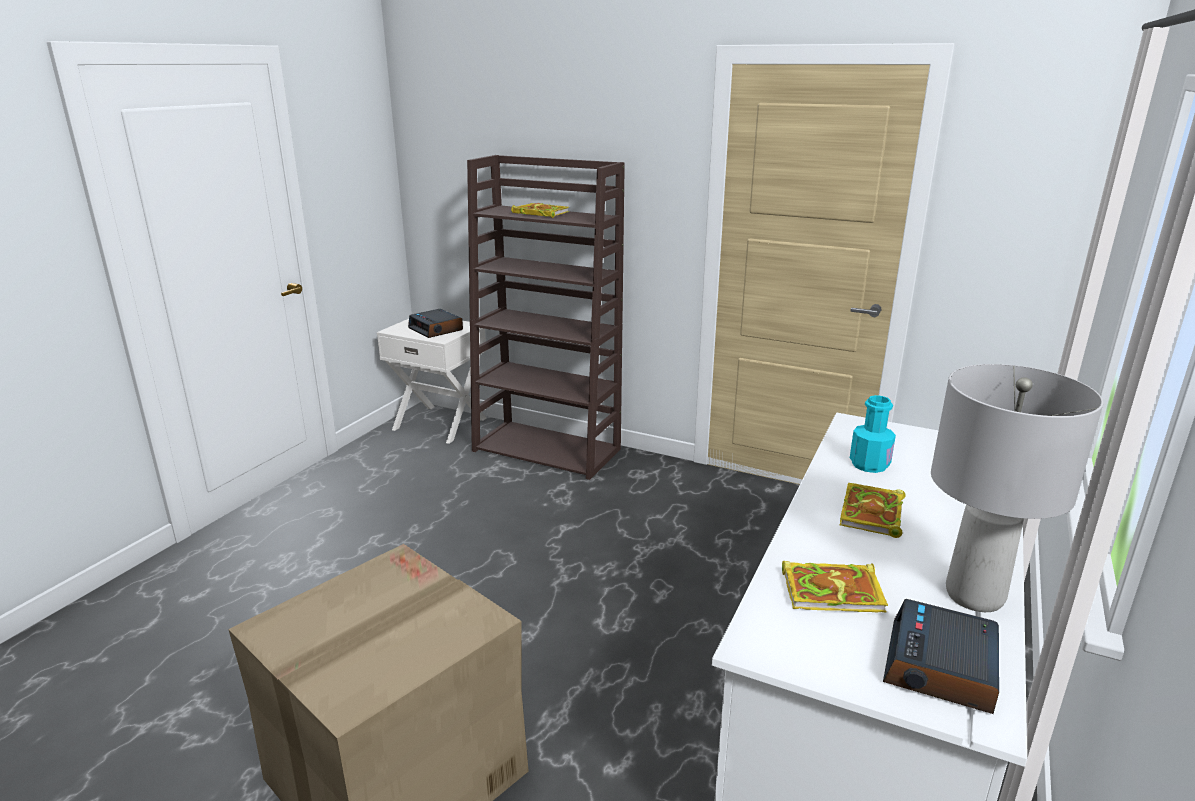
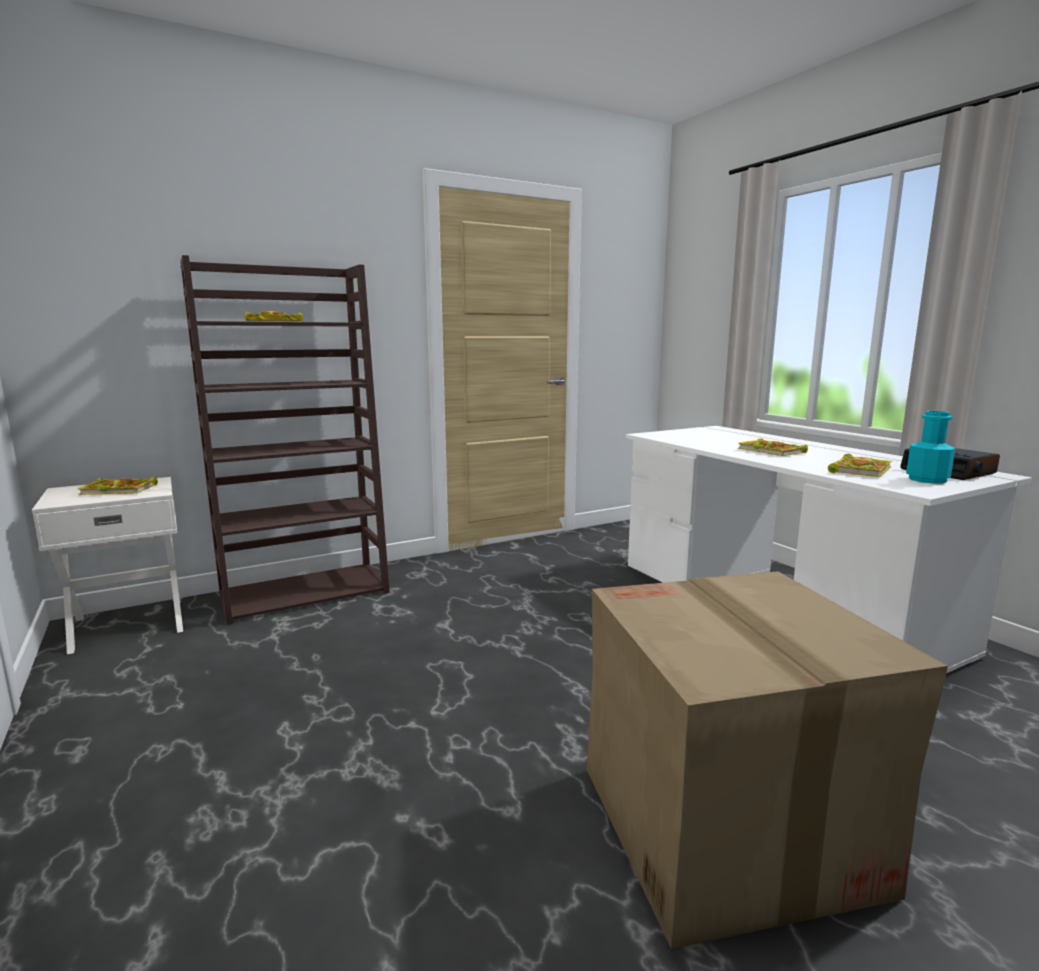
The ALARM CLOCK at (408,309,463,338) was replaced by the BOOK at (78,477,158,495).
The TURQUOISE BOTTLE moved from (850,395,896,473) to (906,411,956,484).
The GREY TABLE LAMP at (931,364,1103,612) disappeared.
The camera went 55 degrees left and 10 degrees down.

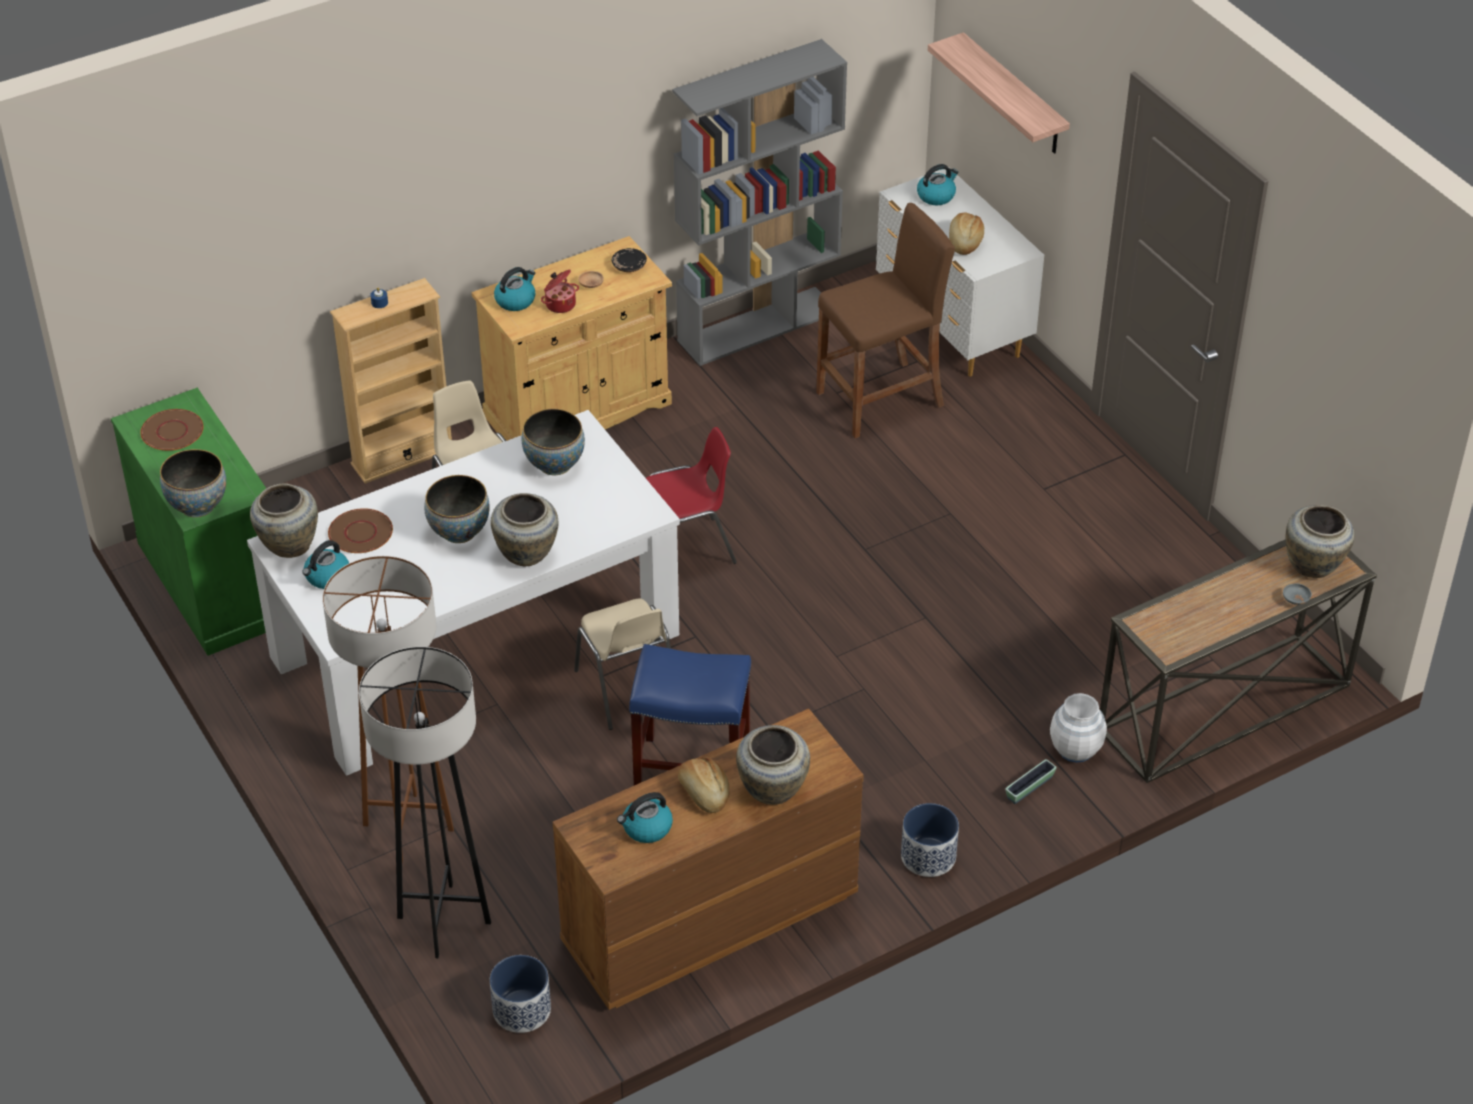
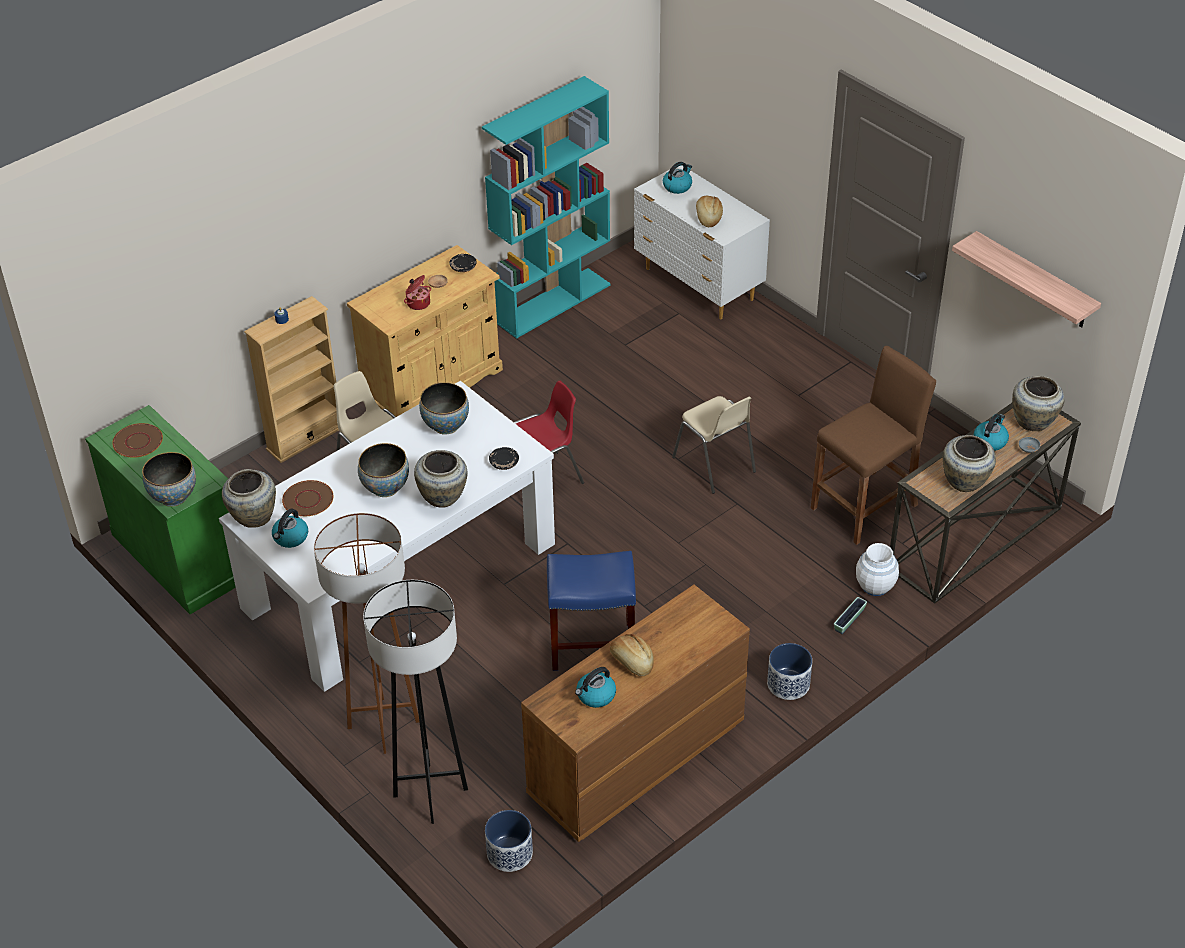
The KETTLE moved from (494,267,535,311) to (974,414,1009,451).
The BEIGE CHAIR moved from (574,599,671,730) to (672,396,756,494).
The GREY BOOKCASE at (672,39,847,366) became the TURQUOISE BOOKCASE at (482,76,611,339).
The BEIGE VASE moved from (736,725,810,805) to (943,435,996,492).
The BROWN STOOL moved from (816,203,955,438) to (811,346,936,545).
The SHELF moved from (928,32,1070,154) to (952,231,1101,328).
The BLACK PLATE at (489,447,519,470) appeared.
The camera went 10 degrees left and 0 degrees up.

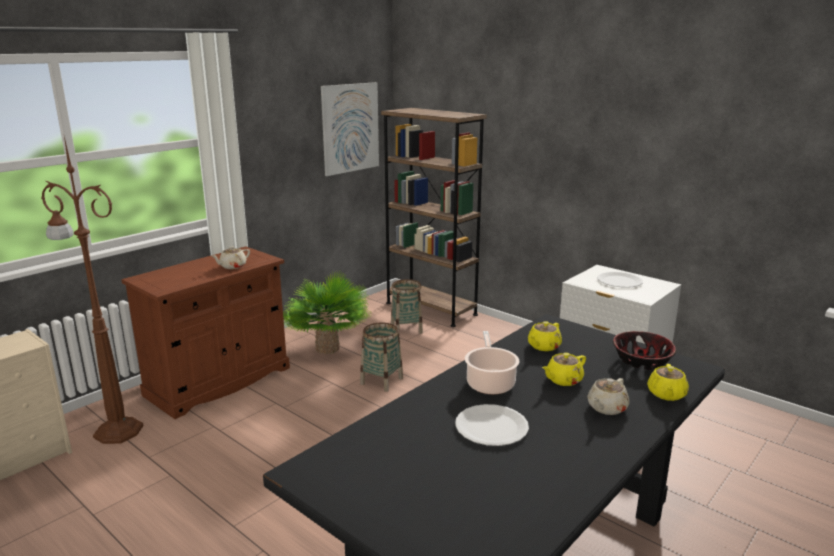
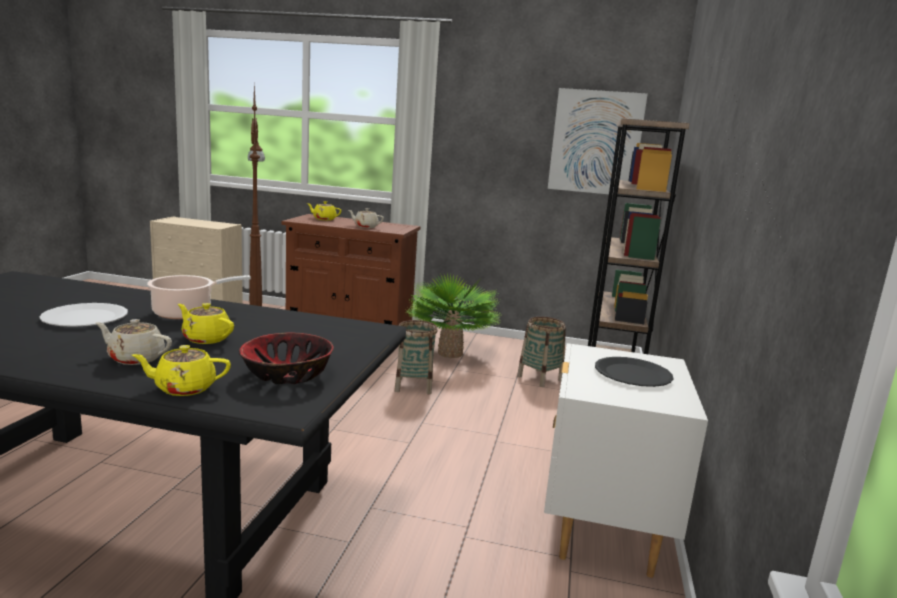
The YELLOW TEAPOT moved from (528,321,562,351) to (307,201,341,220).
The WHITE PLATE at (597,272,643,288) became the BLACK PLATE at (595,357,674,387).
The camera went 60 degrees right and 5 degrees down.

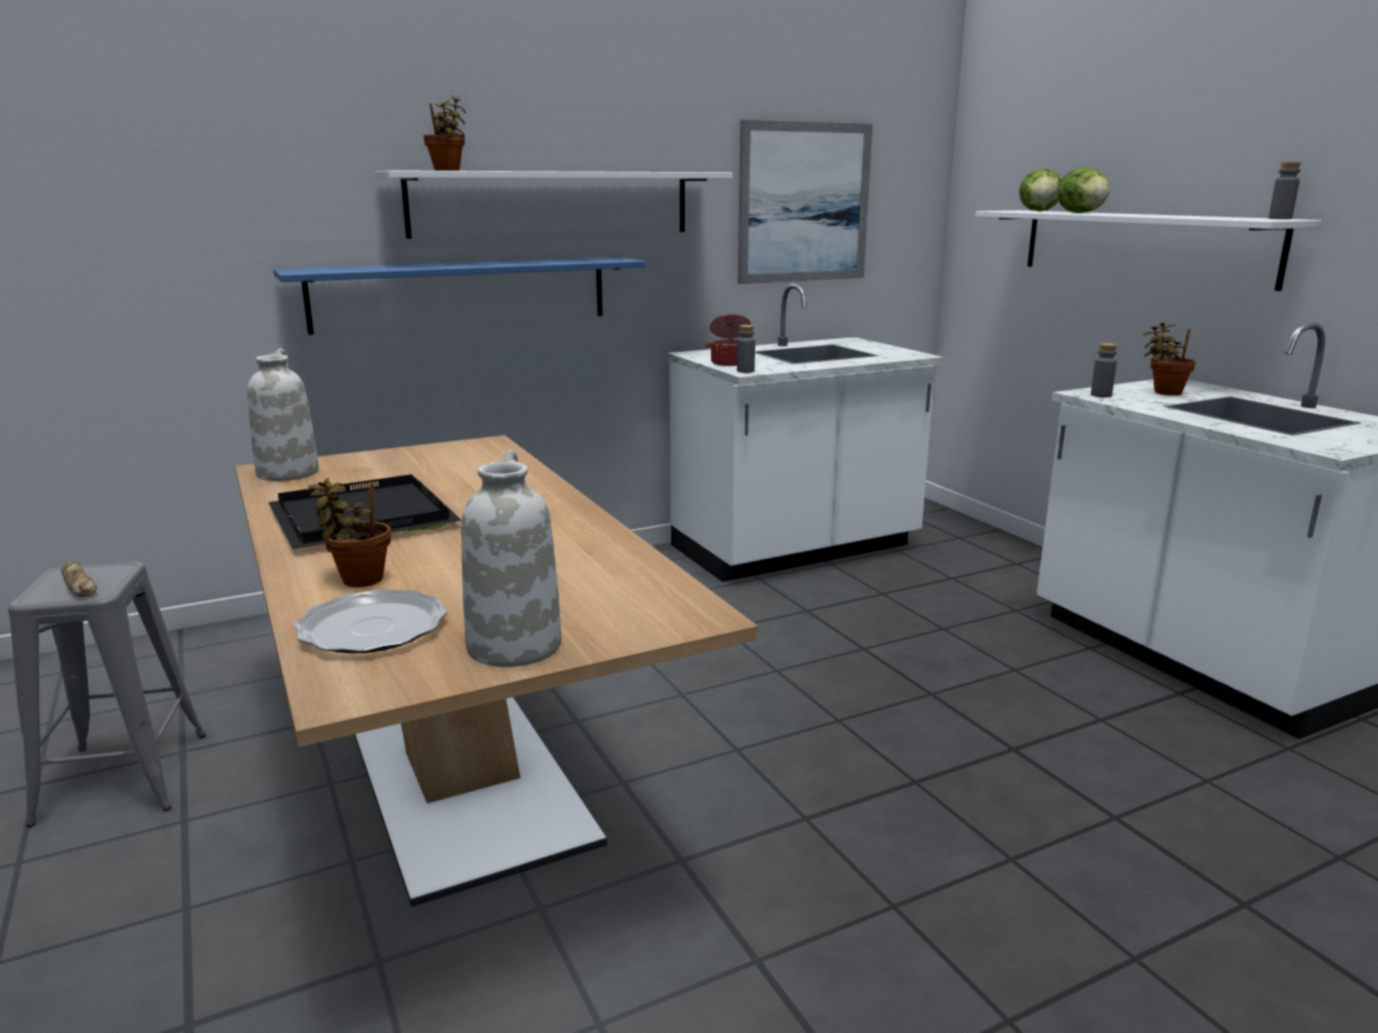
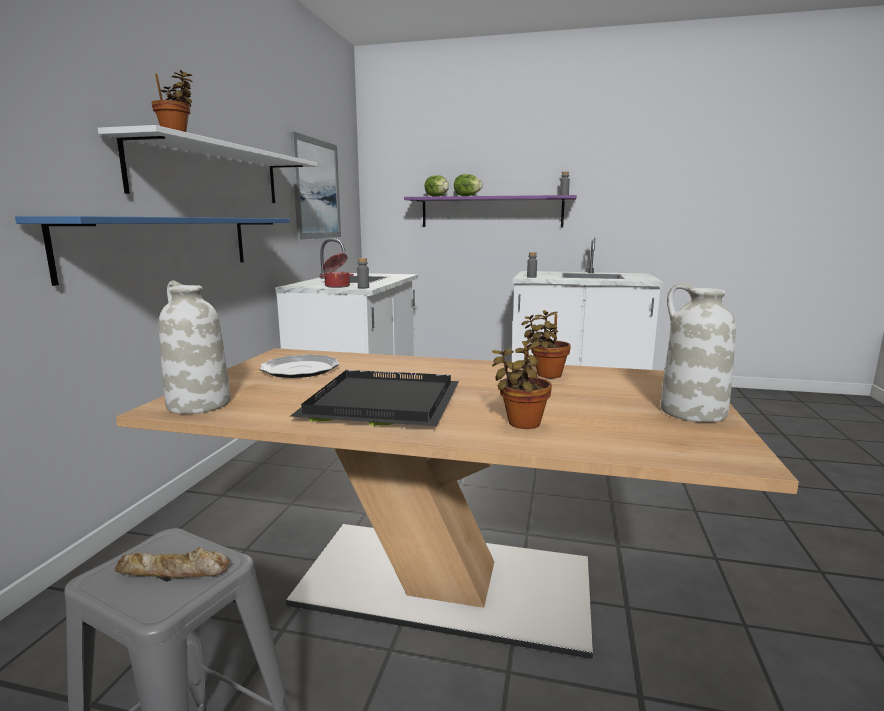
The PLATE moved from (294,589,447,654) to (260,354,339,378).
The WHITE SHELF at (975,210,1321,291) became the PURPLE SHELF at (404,195,577,227).
The POTTED PLANT moved from (1143,322,1196,395) to (522,310,571,378).
The camera went 50 degrees left and 5 degrees down.

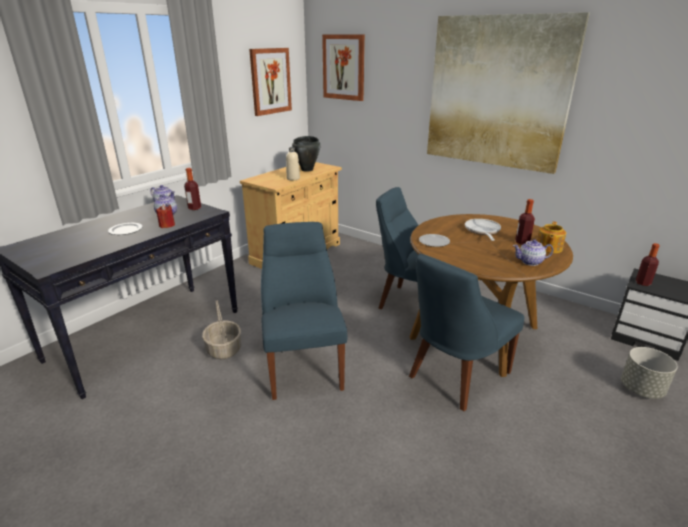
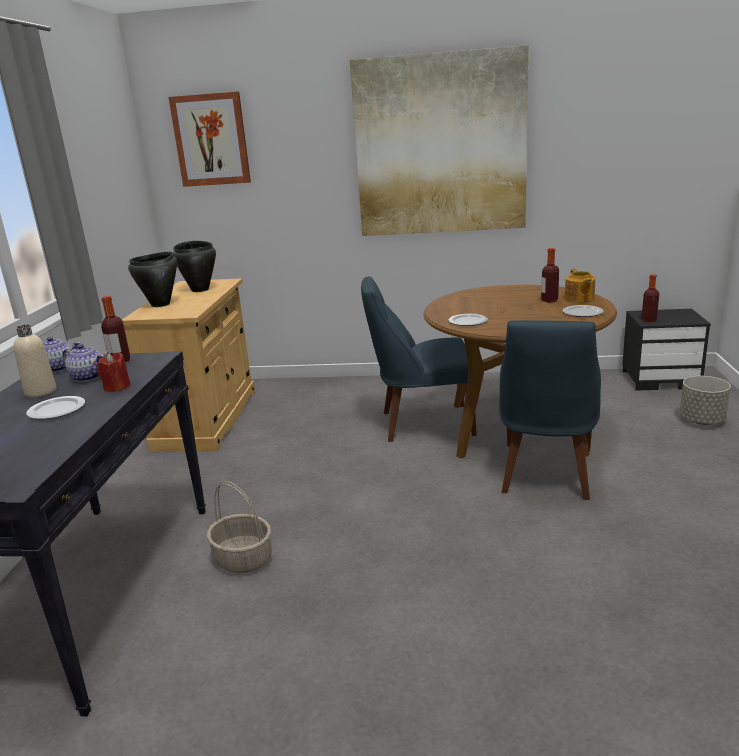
The PICTURE at (249,48,292,116) disappeared.
The BLUE CHAIR at (261,222,347,400) disappeared.
The BEIGE BOTTLE moved from (286,147,300,180) to (14,324,56,397).
The FRYING PAN at (465,219,501,241) disappeared.
The TEAPOT at (513,239,554,266) was replaced by the PLATE at (563,305,603,317).
The BLACK COOKING POT at (128,251,177,307) appeared.
The camera went 30 degrees left and 5 degrees down.

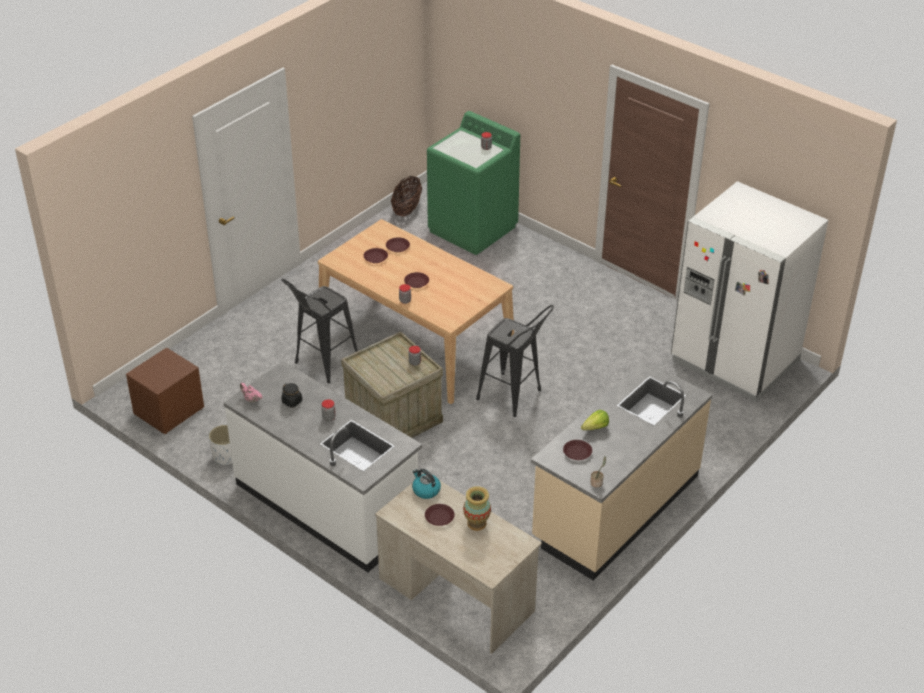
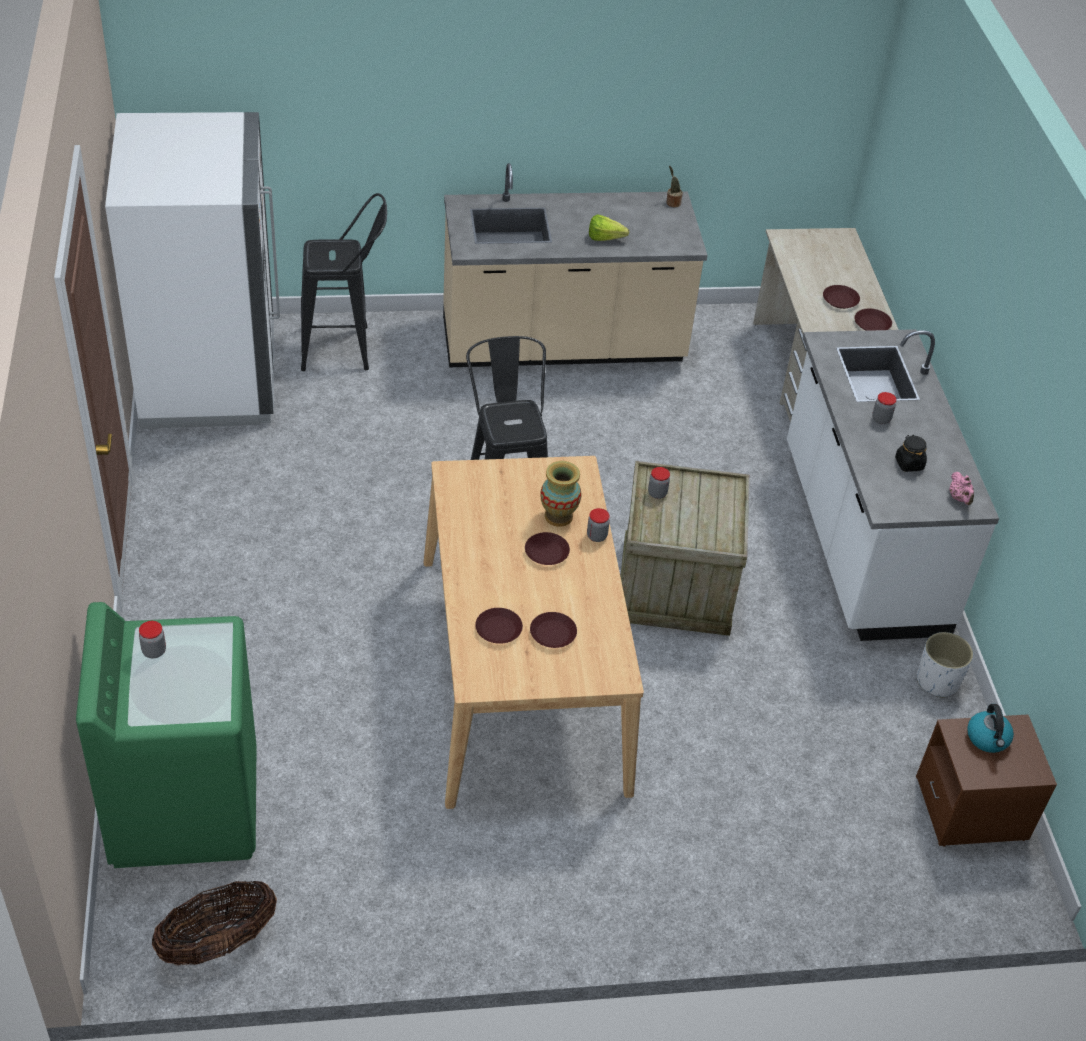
The BLACK STOOL moved from (281,278,358,383) to (301,193,387,371).
The KETTLE moved from (412,469,441,499) to (967,704,1014,753).
The VASE moved from (463,486,491,531) to (540,461,581,527).
The BROWN PLATE moved from (563,440,592,460) to (854,308,892,331).
The camera went 140 degrees left and 5 degrees up.

